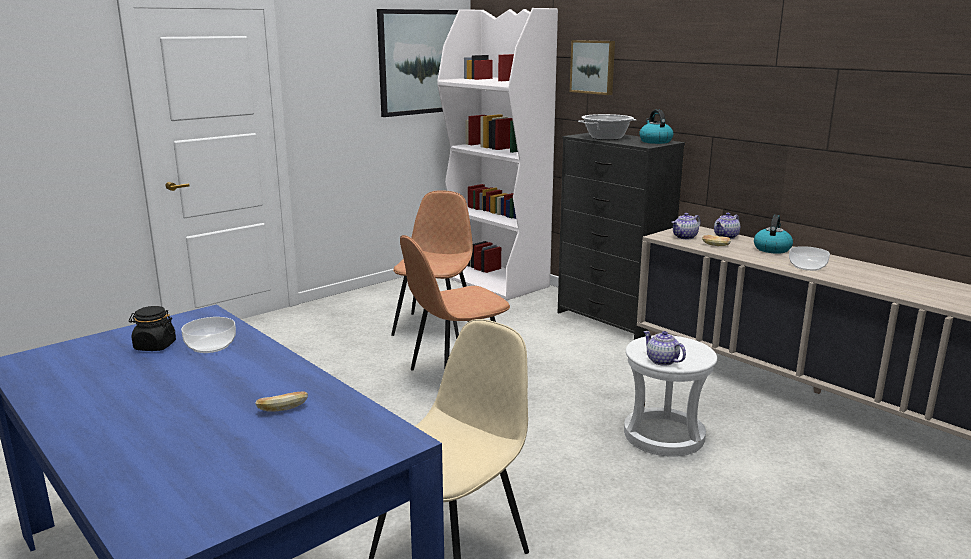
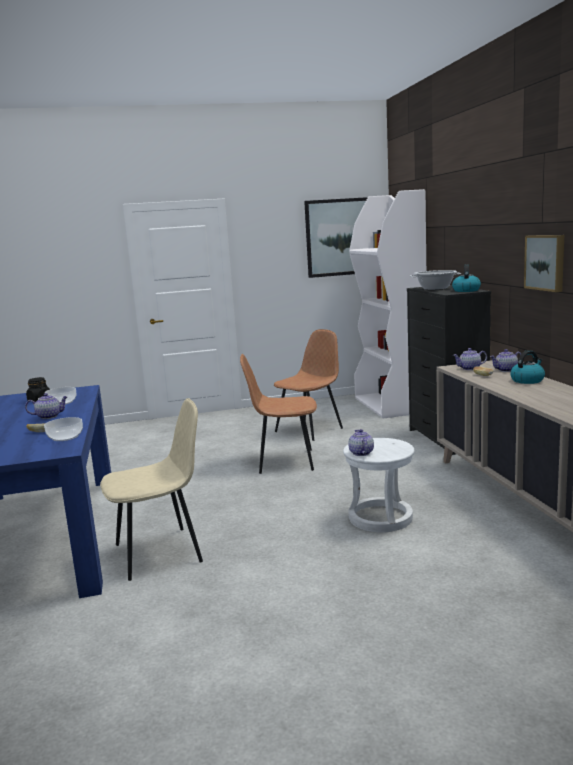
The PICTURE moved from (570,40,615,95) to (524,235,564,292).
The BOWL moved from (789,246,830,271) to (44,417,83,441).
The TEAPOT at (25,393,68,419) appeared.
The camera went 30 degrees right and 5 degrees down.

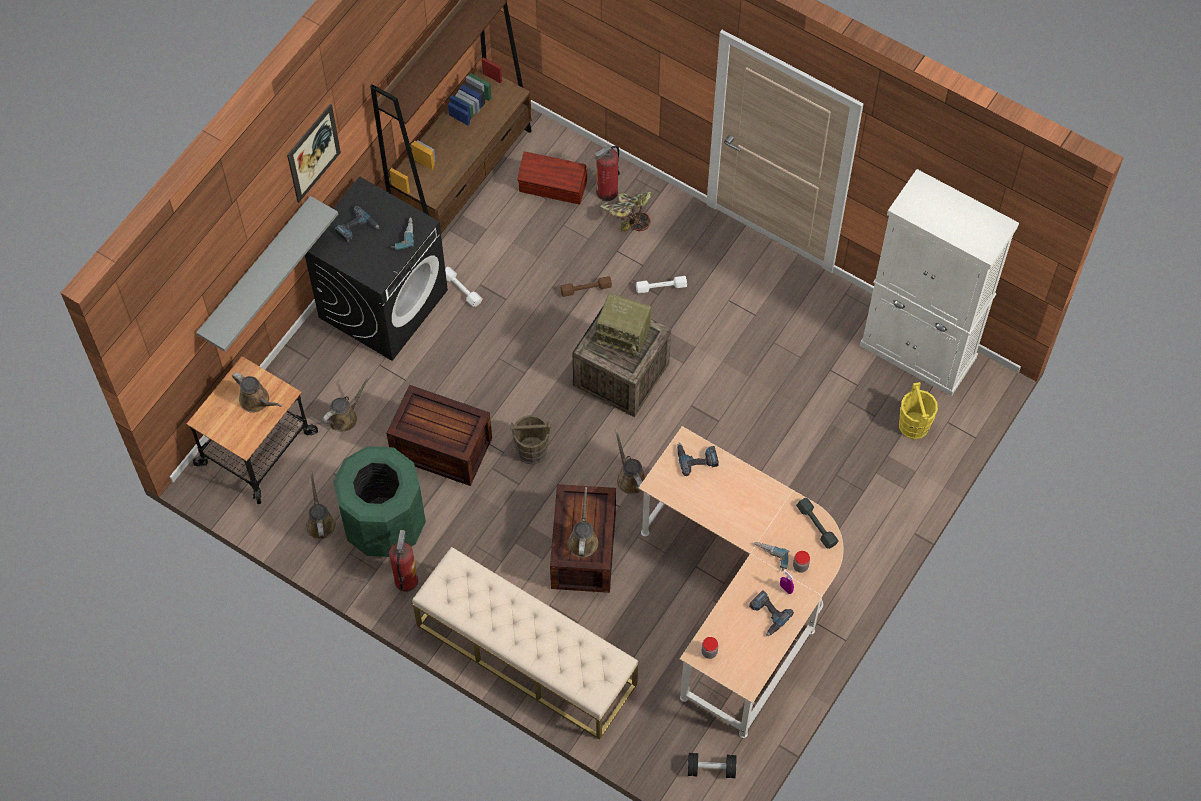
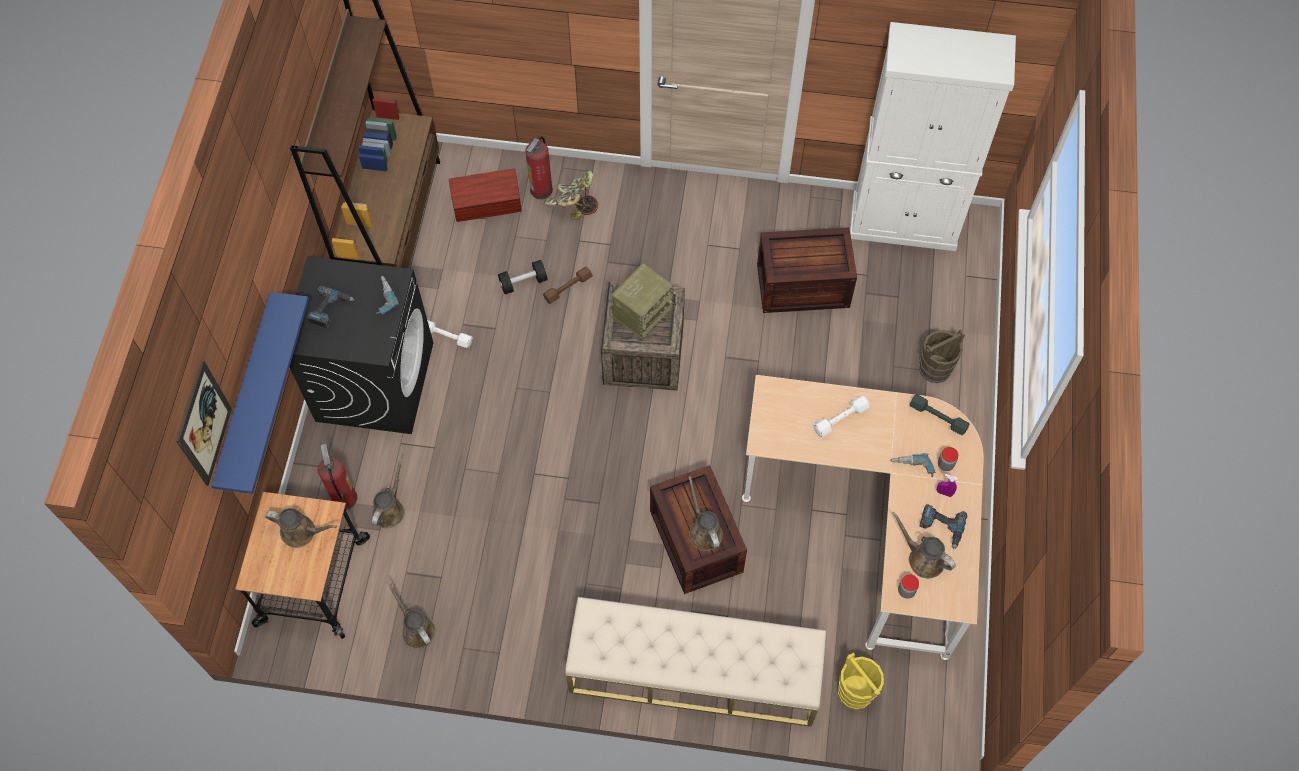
The GREY SHELF at (196,196,338,352) became the BLUE SHELF at (211,292,309,494).
The PICTURE moved from (287,104,341,203) to (176,360,232,486).
The GREEN TRASH CAN at (333,446,426,557) disappeared.
The CRATE moved from (386,385,492,486) to (757,227,857,313).
The FIRE EXTINGUISHER moved from (389,530,418,592) to (318,444,357,510).
The BROWN BUCKET moved from (510,415,551,465) to (919,329,965,383).
The RADIO at (596,293,651,357) turned 45 degrees counterclockwise.
The BROWN WATERING CAN moved from (615,429,646,494) to (892,512,956,579).
The WHITE DUMBBELL moved from (636,276,687,293) to (813,396,870,437).
The POWER DRILL at (677,443,719,476) disappeared.
The BLACK DUMBBELL moved from (687,753,737,778) to (498,260,548,294).
The YELLOW BUCKET moved from (899,382,938,439) to (838,653,884,709).
The camera went 25 degrees left and 0 degrees up.

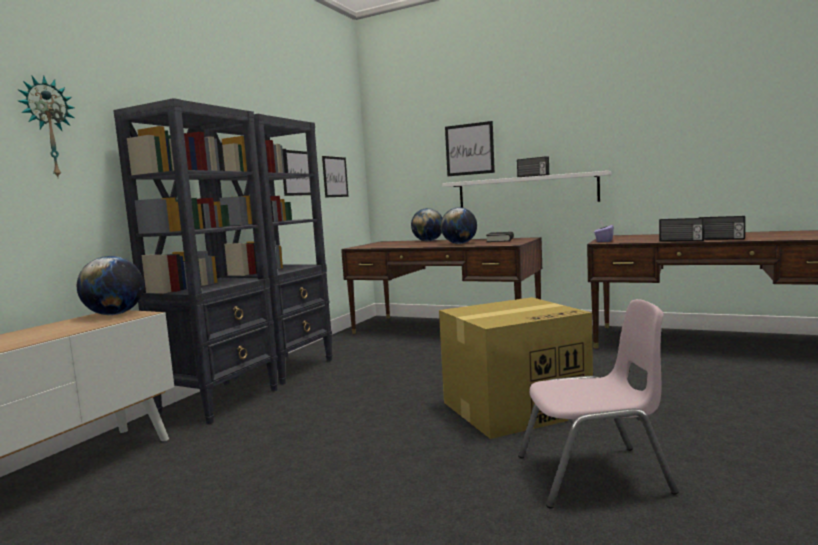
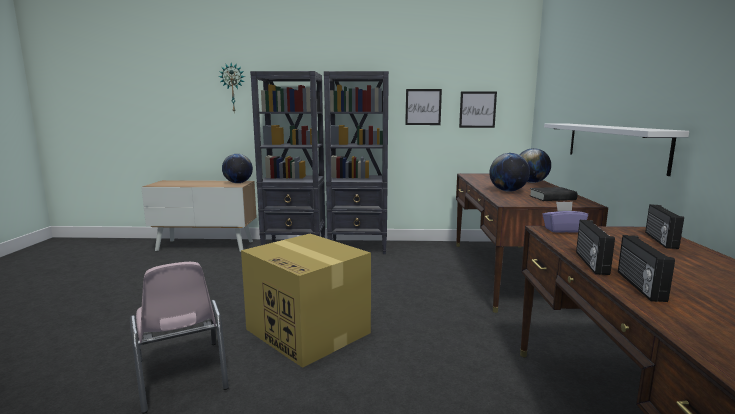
The PICTURE at (445,121,495,176) disappeared.
The RADIO moved from (517,156,549,177) to (645,204,684,249).
The camera went 65 degrees right and 5 degrees up.

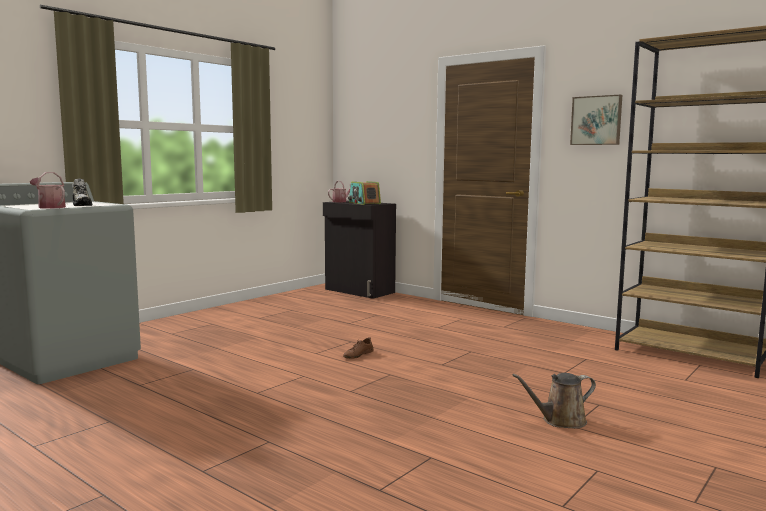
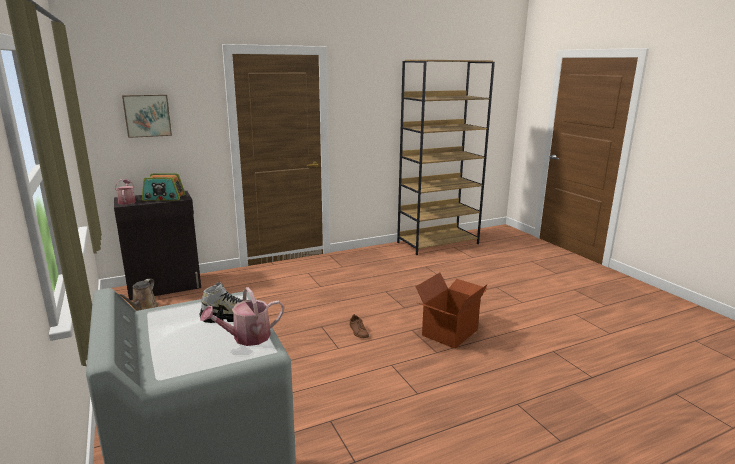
The BROWN WATERING CAN moved from (512,373,596,429) to (119,279,158,311).
The PICTURE moved from (570,95,622,145) to (122,94,172,138).
The CARDBOARD BOX at (415,273,488,349) appeared.
The camera went 65 degrees left and 10 degrees up.

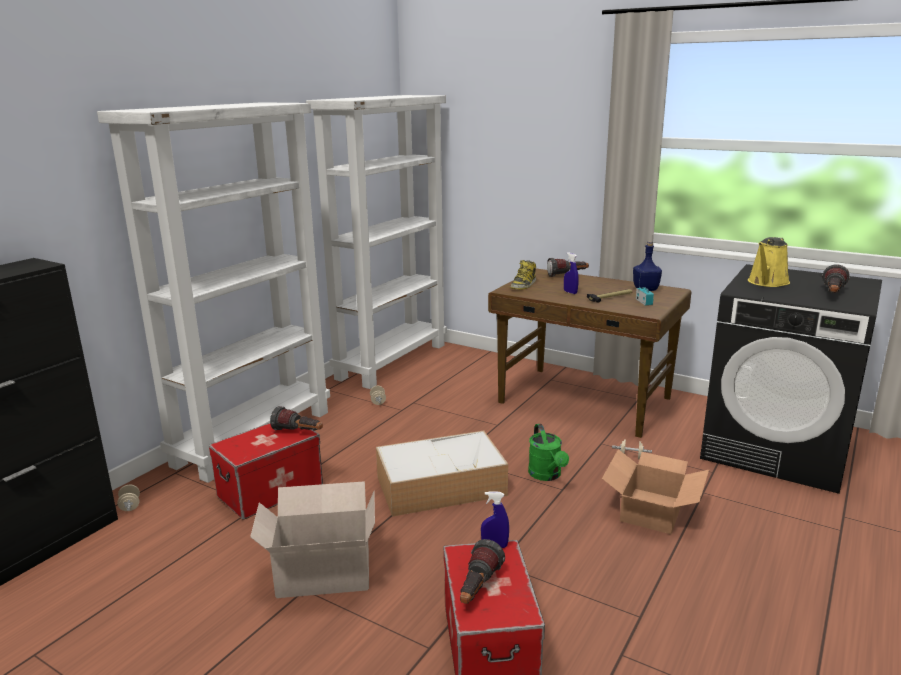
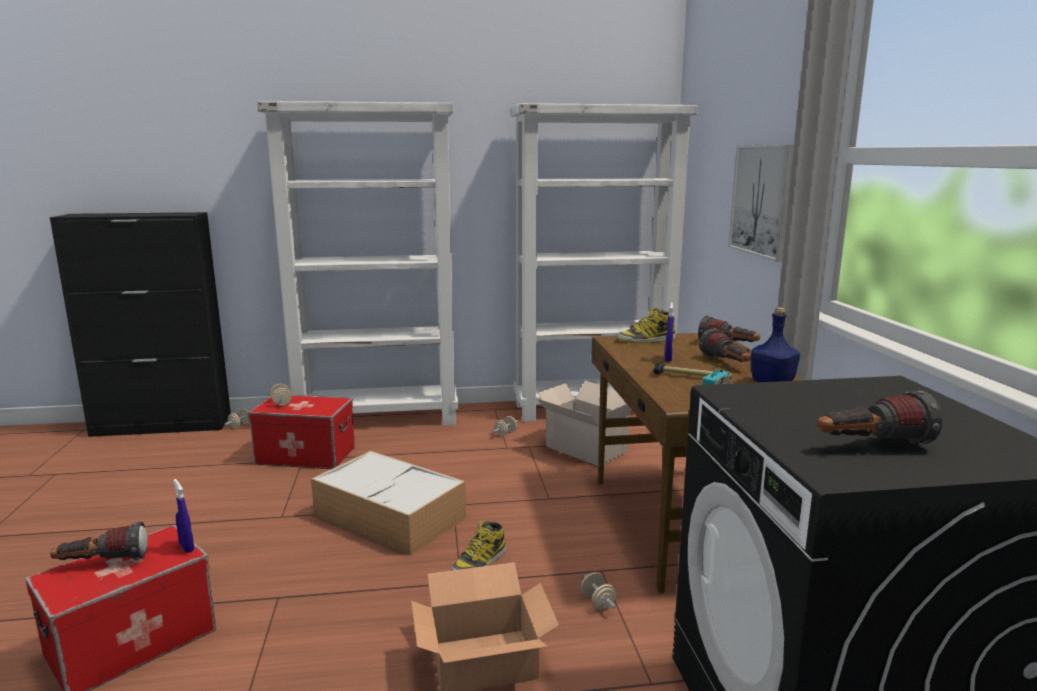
The CARDBOARD BOX moved from (250,481,375,598) to (536,381,631,466).
The FLASHLIGHT moved from (270,406,323,431) to (699,328,751,362).
The GREEN WATERING CAN at (528,424,569,481) was replaced by the BOOT at (451,521,506,571).
The YELLOW WATERING CAN at (748,237,790,287) disappeared.
The BEIGE DUMBBELL at (270,384,292,406) appeared.
The PICTURE at (729,145,794,262) appeared.
The camera went 50 degrees right and 5 degrees down.

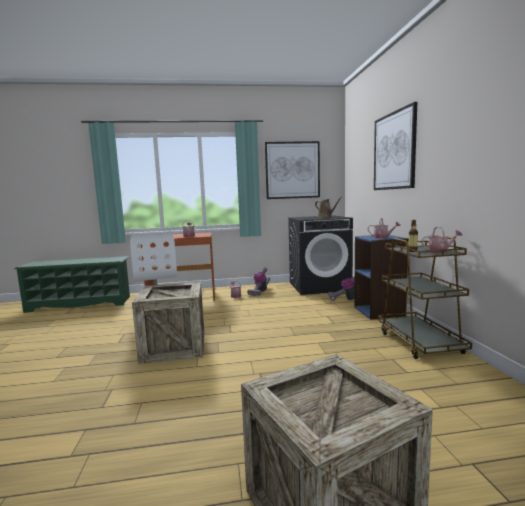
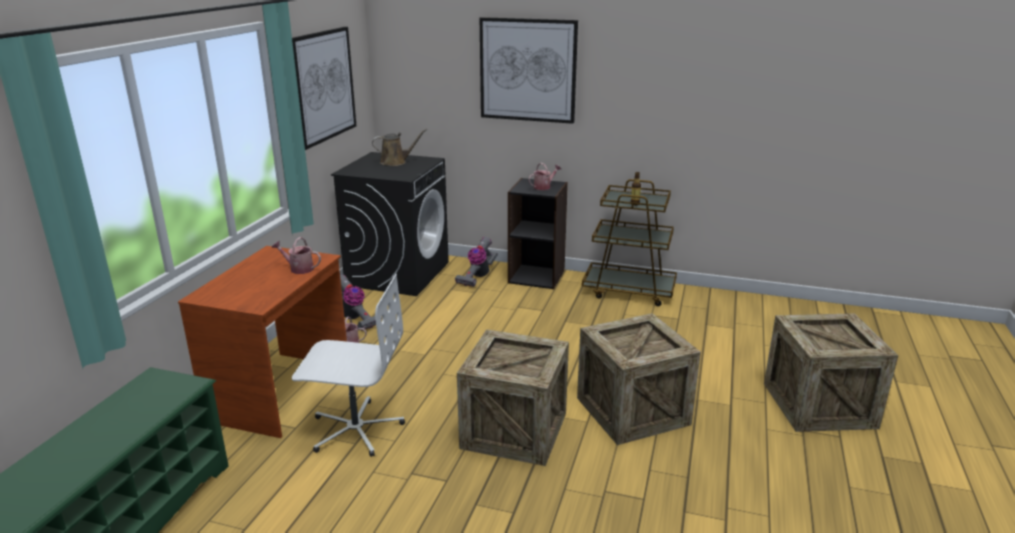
The BLUE BOOKCASE at (354,235,409,320) became the BLACK BOOKCASE at (508,178,568,289).
The WATERING CAN at (421,226,462,253) disappeared.
The CRATE at (577,313,701,445) appeared.
The camera went 65 degrees left and 15 degrees up.

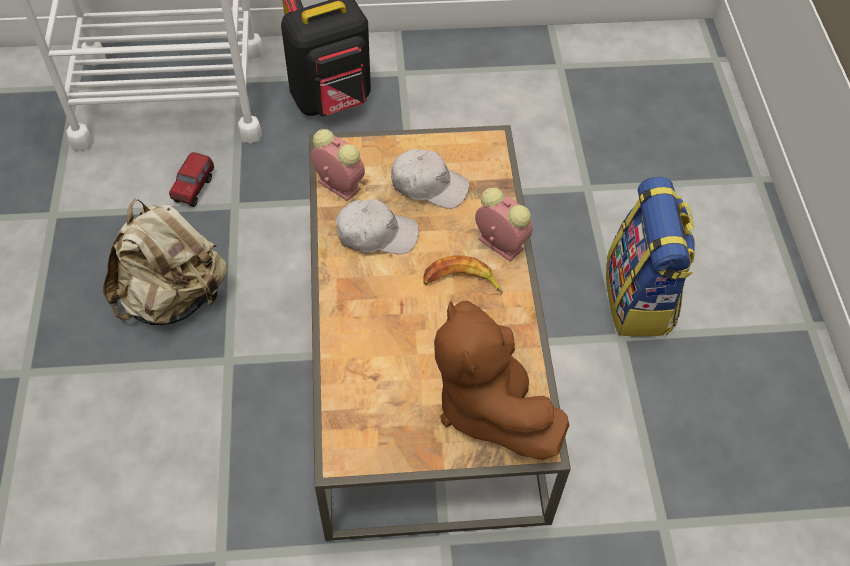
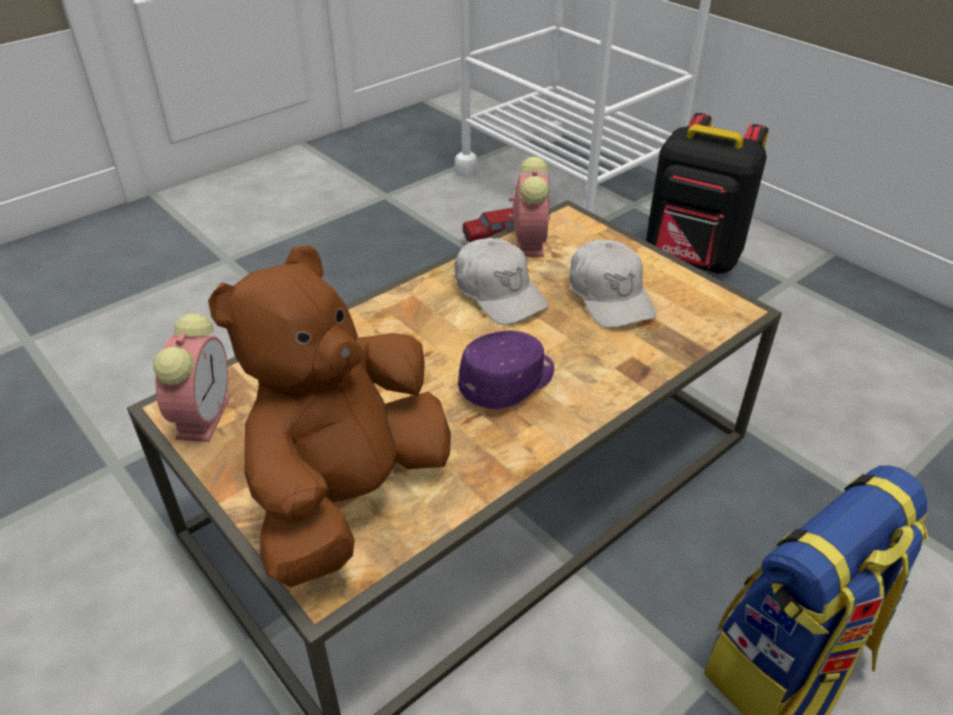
The BEIGE BACKPACK at (103,199,227,325) disappeared.
The BANANA at (423,255,503,293) was replaced by the PURPLE CAP at (458,330,555,409).
The ALARM CLOCK moved from (475,187,532,262) to (153,313,231,442).
The camera went 55 degrees right and 15 degrees down.

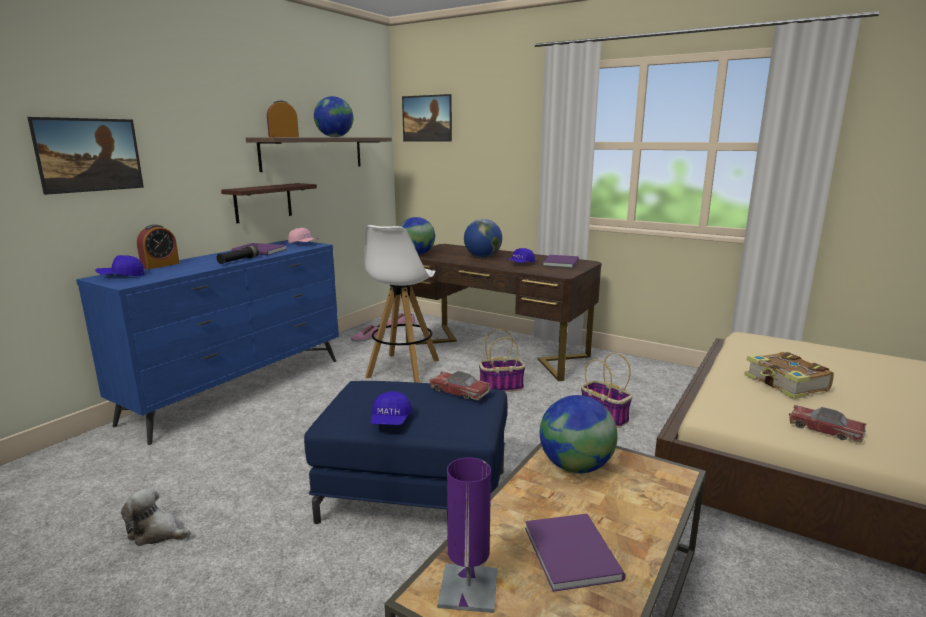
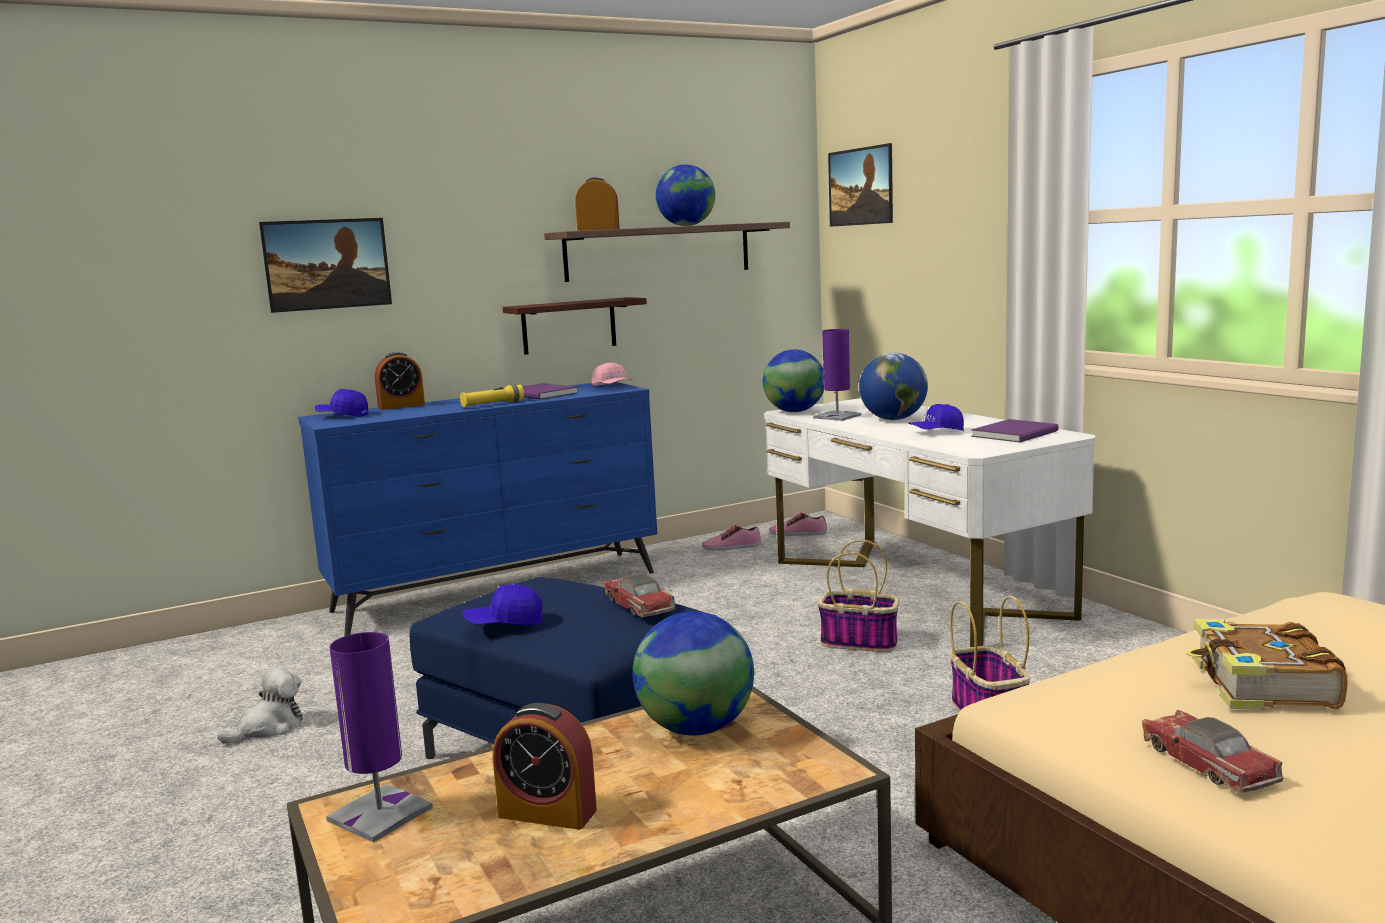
The PLUSH TOY at (121,488,191,546) turned 90 degrees clockwise.
The BLACK FLASHLIGHT at (216,245,259,264) became the YELLOW FLASHLIGHT at (460,384,524,407).
The WHITE STOOL at (364,225,439,383) disappeared.
The BLUE CAP at (371,391,412,425) turned 45 degrees clockwise.
The BROWN DESK at (405,244,602,381) became the WHITE DESK at (764,398,1095,647).
The PURPLE BOOK at (525,514,626,592) was replaced by the ALARM CLOCK at (493,703,597,830).
The PURPLE TABLE LAMP at (813,329,862,421) appeared.
The camera went 30 degrees right and 5 degrees down.

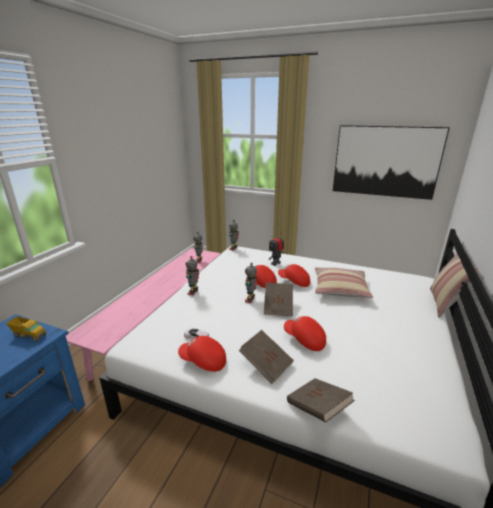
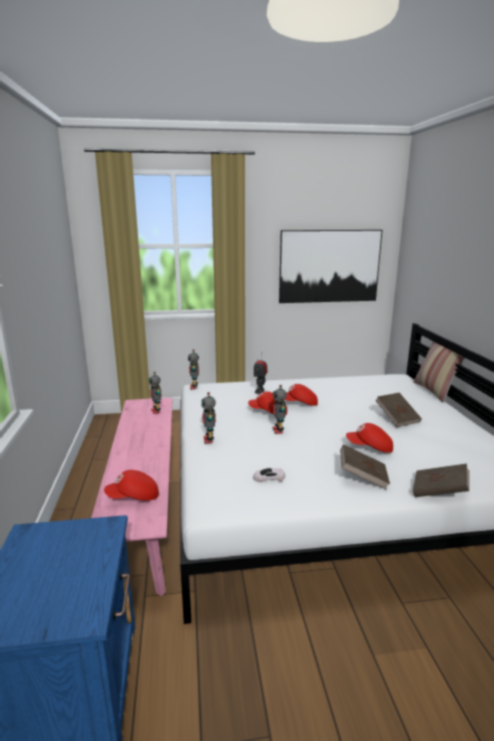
The TOY TRUCK at (6,316,47,342) disappeared.
The RED CAP moved from (178,336,226,372) to (104,470,159,501).
The BROWN BOOK moved from (264,283,293,316) to (375,393,422,427).
The PILLOW at (315,267,373,298) disappeared.
The camera went 30 degrees left and 5 degrees down.

